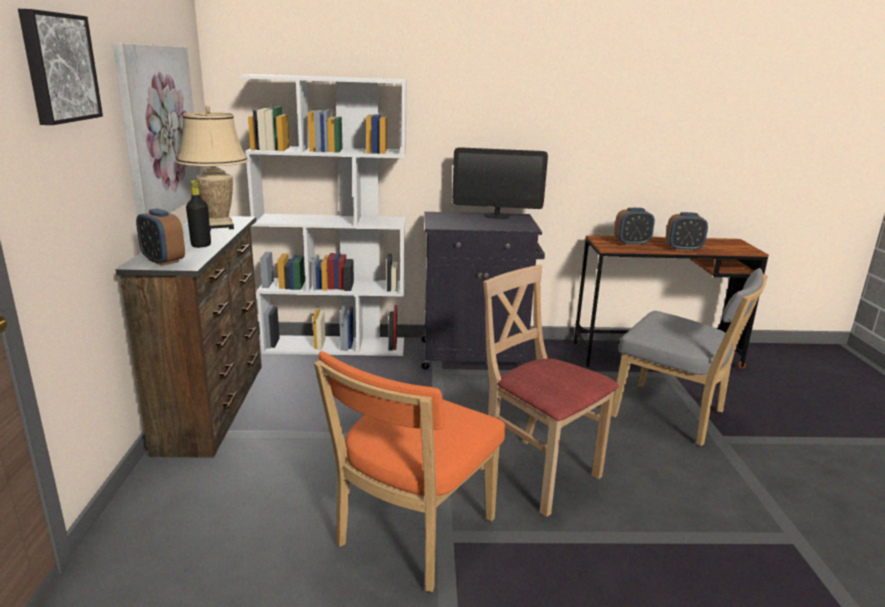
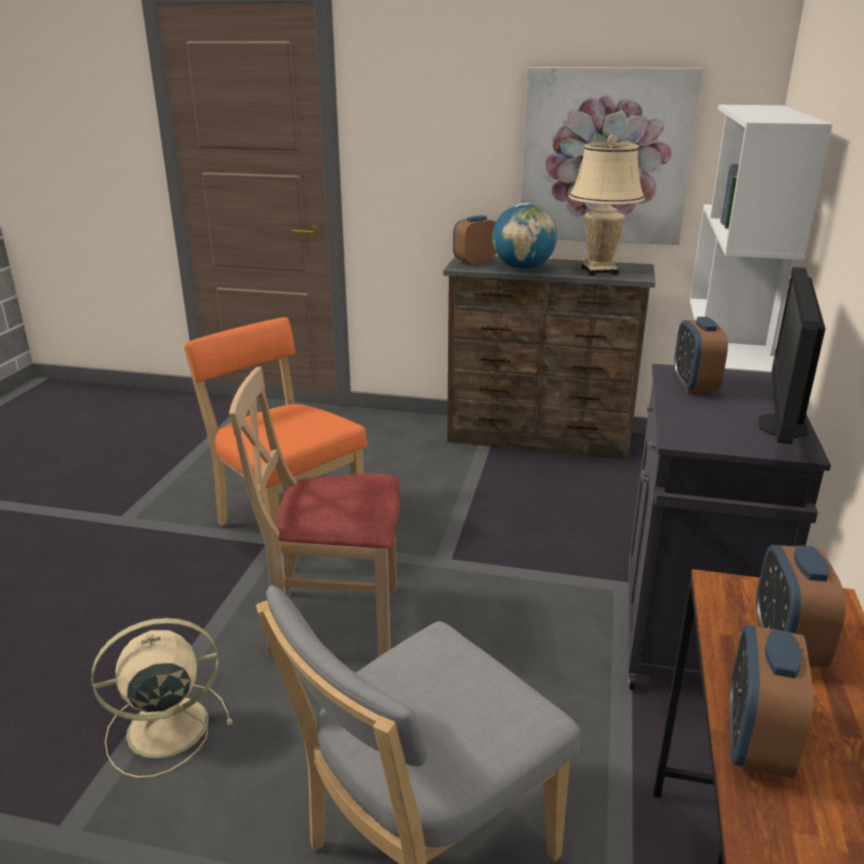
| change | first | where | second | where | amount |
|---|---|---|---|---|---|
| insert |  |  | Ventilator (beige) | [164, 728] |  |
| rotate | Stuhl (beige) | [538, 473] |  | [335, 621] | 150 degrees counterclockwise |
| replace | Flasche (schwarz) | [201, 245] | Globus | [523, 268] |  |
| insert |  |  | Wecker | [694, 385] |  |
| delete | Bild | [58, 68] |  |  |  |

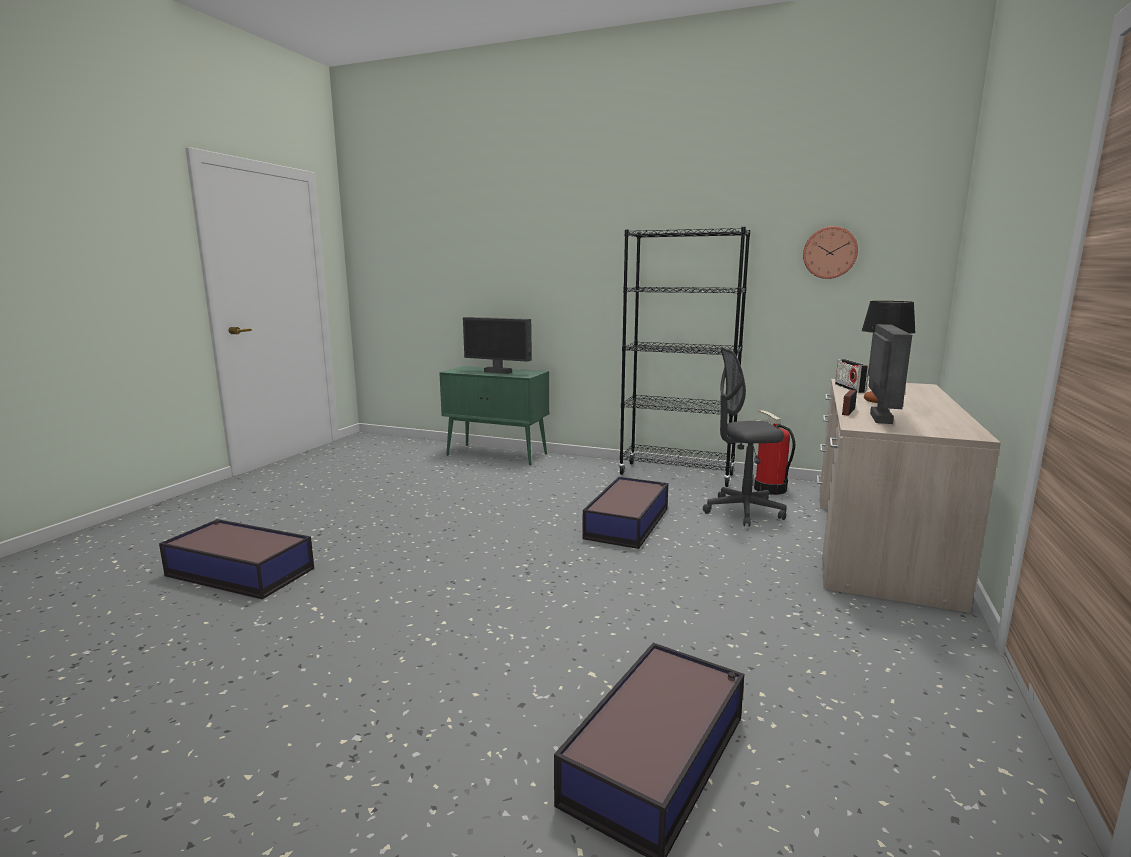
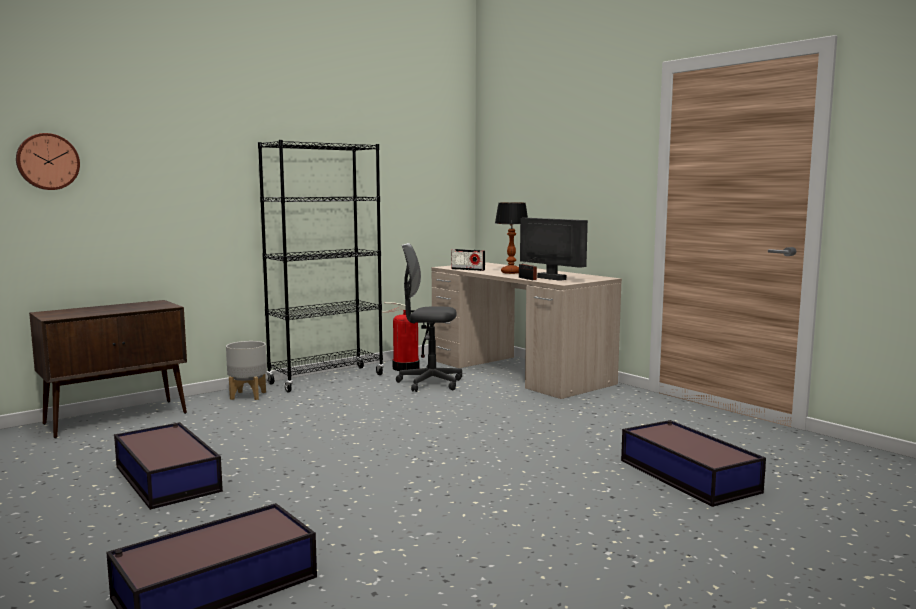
| change | first | where | second | where | amount |
|---|---|---|---|---|---|
| move | Wanduhr | [830, 253] |  | [47, 161] |  |
| recolor | Schrank (grün) | [497, 455] | Schrank (braun) | [118, 418] |  |
| move | Aufbewahrungsbox | [628, 522] |  | [167, 478] |  |
| insert |  |  | Pflanzkübel (grau) | [248, 395] |  |
| rotate | Bürostuhl (grau) | [743, 511] |  | [430, 383] | 75 degrees clockwise |
| delete | Monitor | [498, 372] |  |  |  |

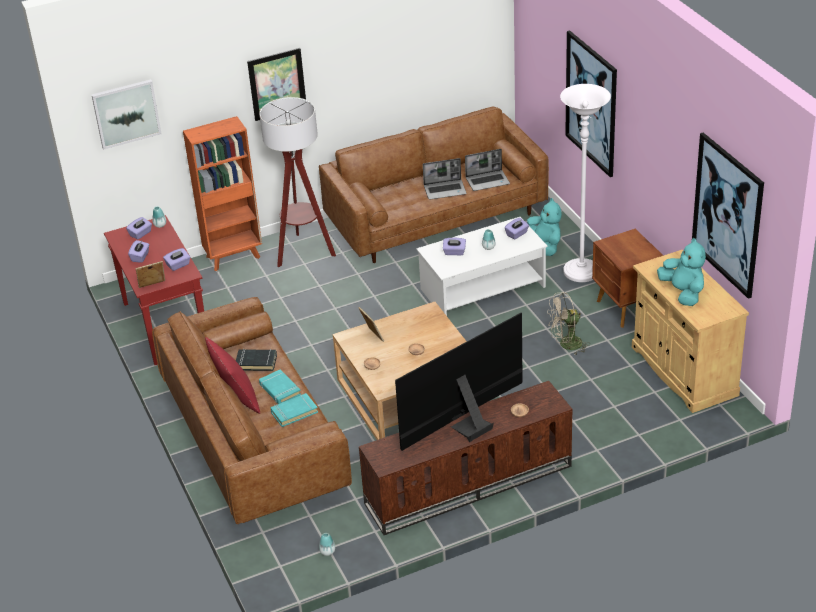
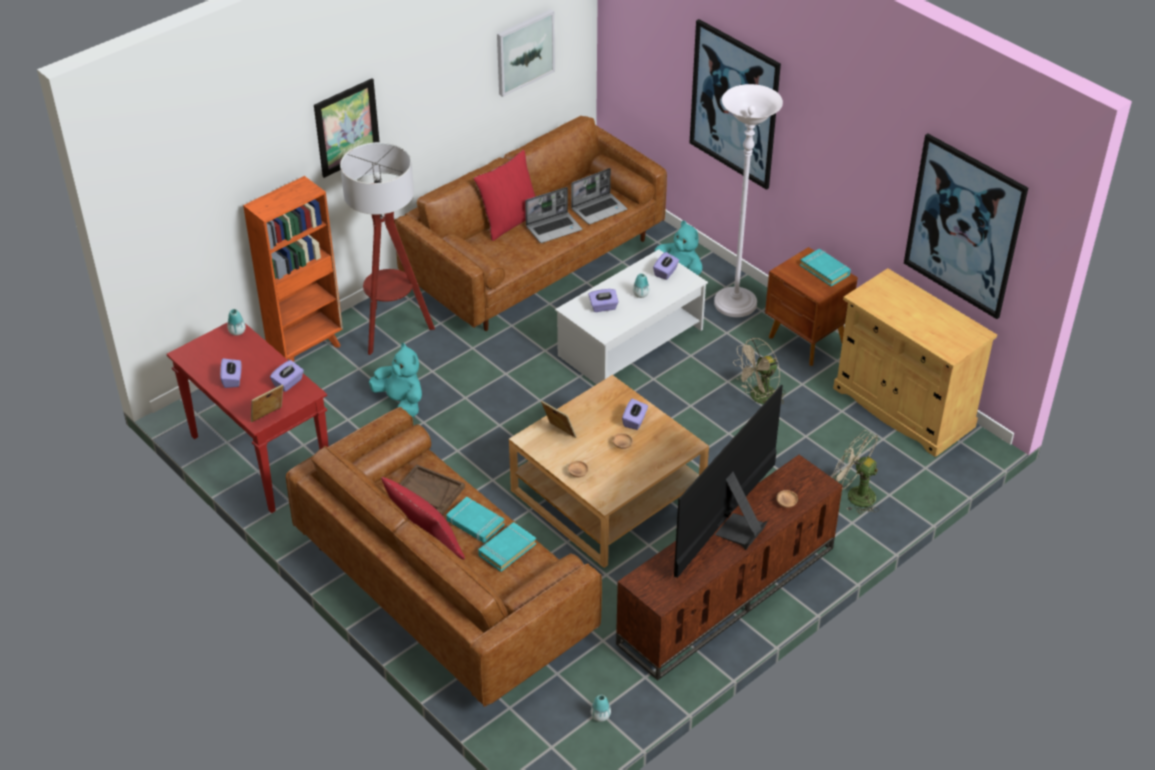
| change | first | where | second | where | amount |
|---|---|---|---|---|---|
| move | Plüschtier (türkis) | [683, 293] |  | [401, 402] |  |
| replace | Buch (schwarz) | [256, 362] | Tablett (braun) | [428, 492] |  |
| insert |  |  | Kissen (rot) | [509, 221] |  |
| move | Bild | [126, 113] |  | [524, 52] |  |
| move | Taschentuchbox (lila) | [140, 234] |  | [635, 421] |  |
| insert |  |  | Buch (türkis) | [825, 270] |  |
| insert |  |  | Ventilator (beige) | [854, 495] |  |

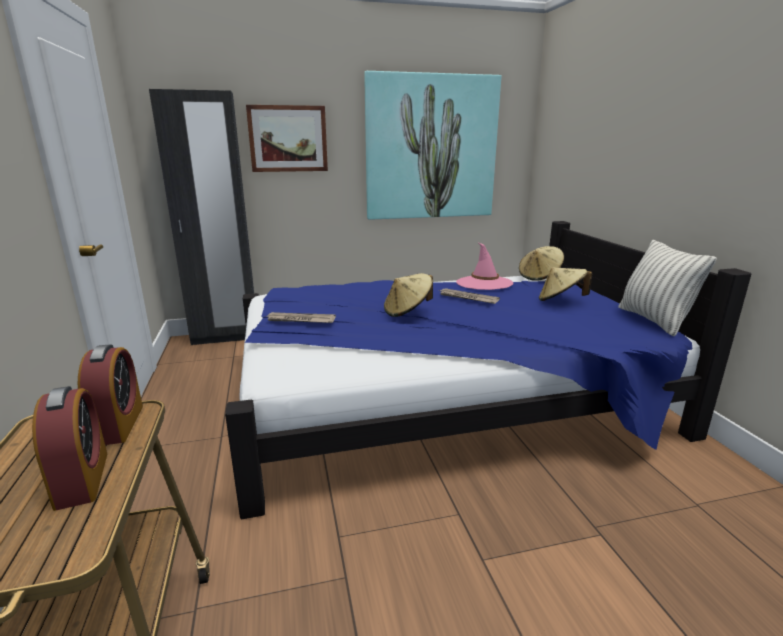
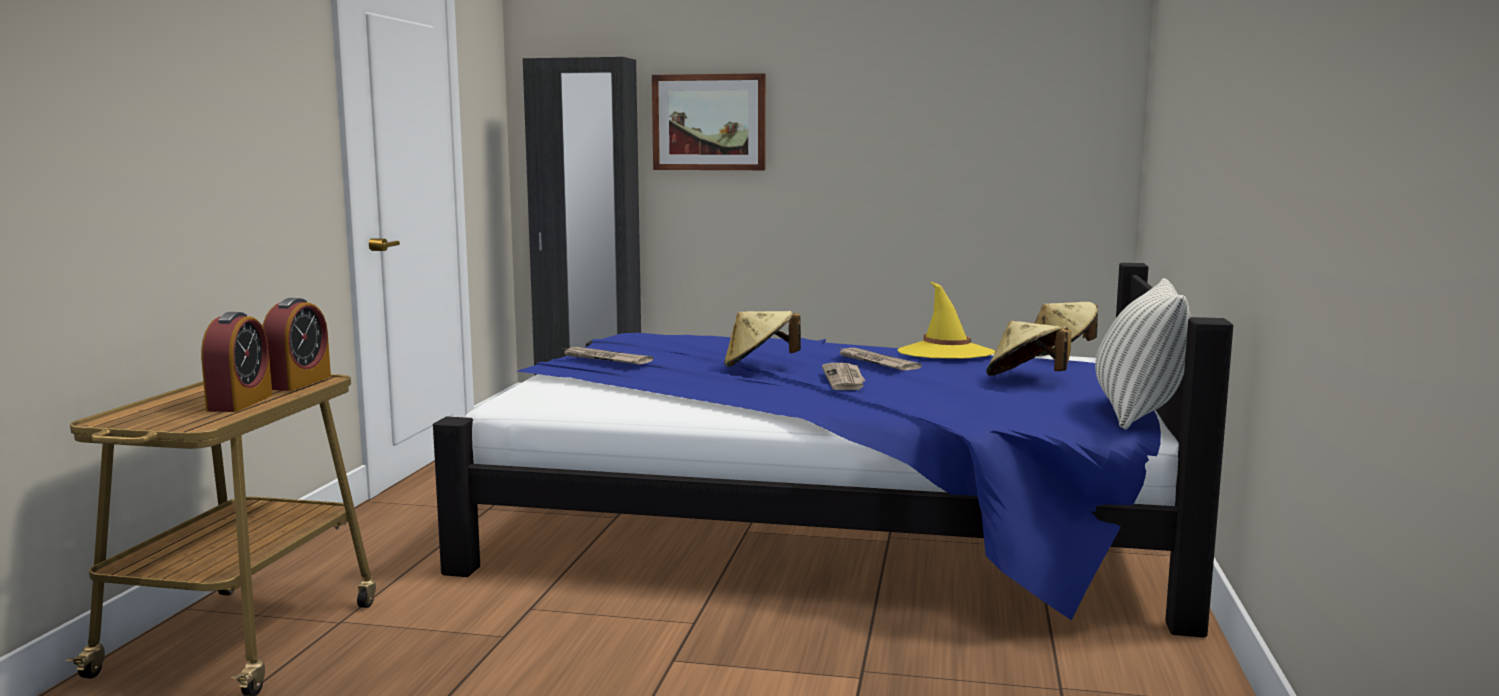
| change | first | where | second | where | amount |
|---|---|---|---|---|---|
| insert |  |  | Zeitung | [845, 379] |  |
| recolor | Hut (rosa) | [484, 283] | Hut (gelb) | [945, 353] |  |
| delete | Bild | [430, 148] |  |  |  |

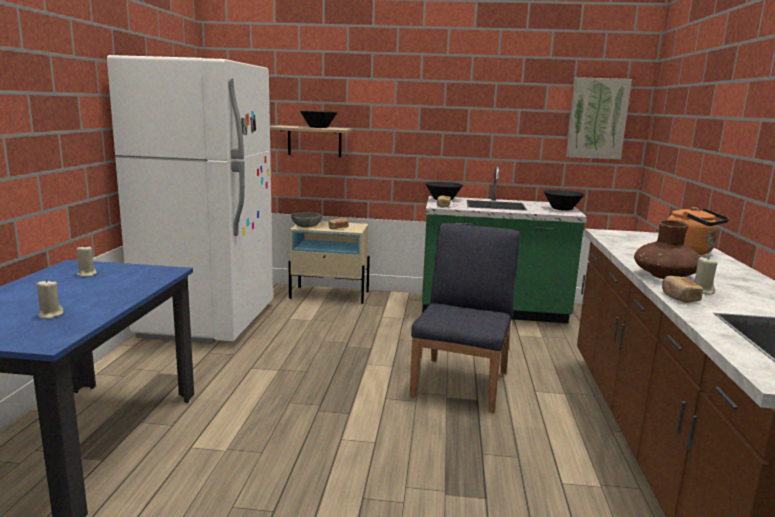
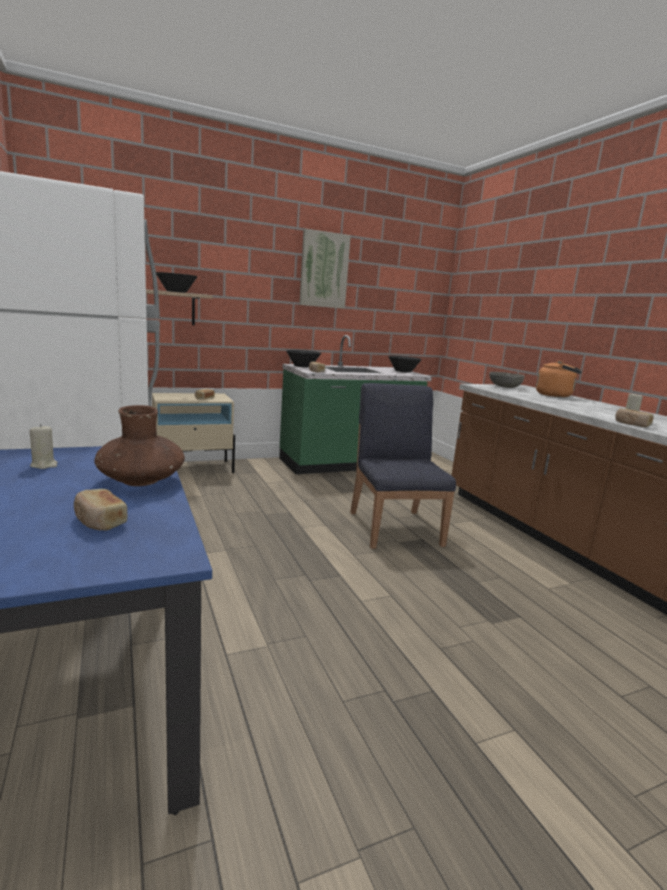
| change | first | where | second | where | amount |
|---|---|---|---|---|---|
| replace | Kerze (beige) | [50, 315] | Brot | [99, 521] |  |
| move | Vase (braun) | [665, 276] |  | [141, 481] |  |
| move | Bild | [597, 118] |  | [324, 270] |  |
| move | Schüssel (grau) | [306, 226] |  | [504, 386] |  |

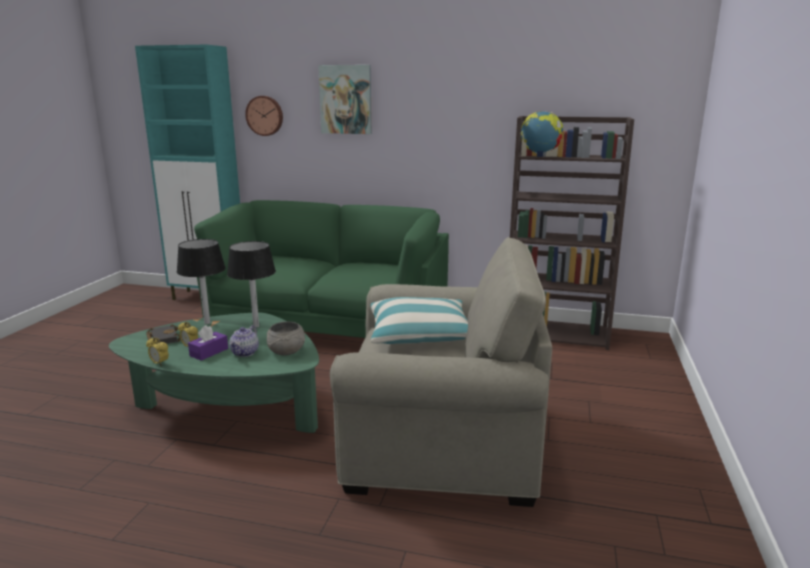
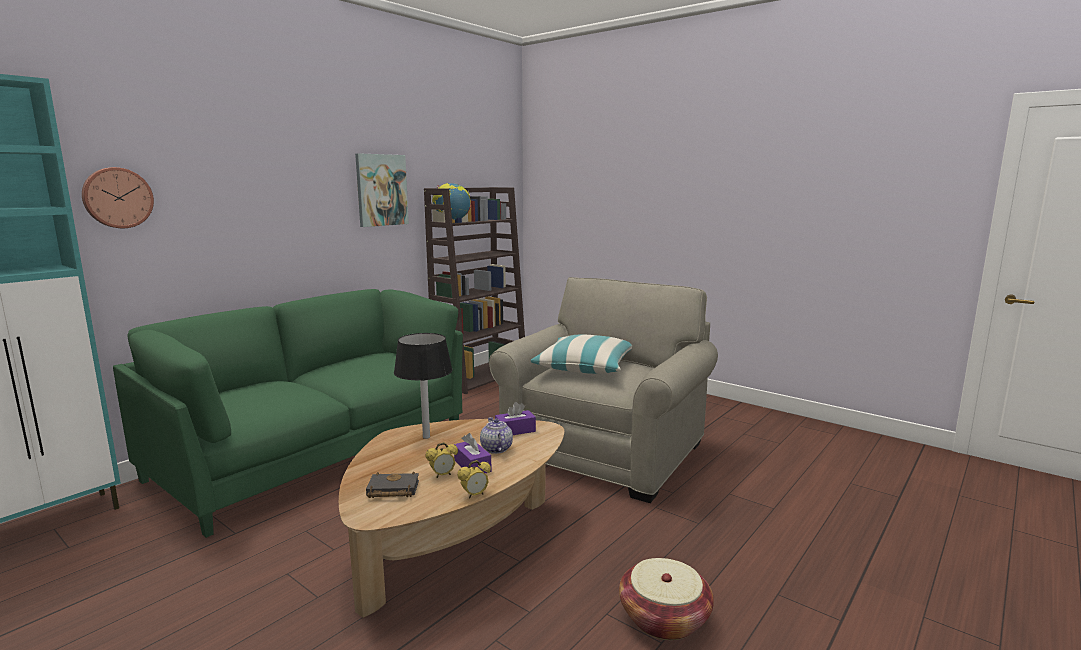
| change | first | where | second | where | amount |
|---|---|---|---|---|---|
| recolor | Couchtisch (grün) | [230, 411] | Couchtisch (braun) | [454, 543] |  |
| move | Bild | [346, 99] |  | [381, 190] |  |
| rotate | Teekanne | [245, 353] |  | [496, 449] | 150 degrees counterclockwise |
| replace | Schüssel (grau) | [287, 352] | Taschentuchbox (lila) | [515, 430] |  |
| insert |  |  | Korb | [664, 618] |  |
| delete | Tischlampe (schwarz) | [207, 323] |  |  |  |

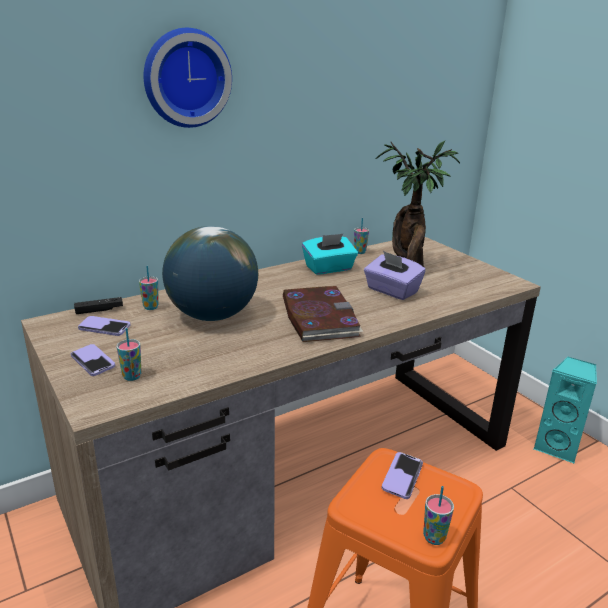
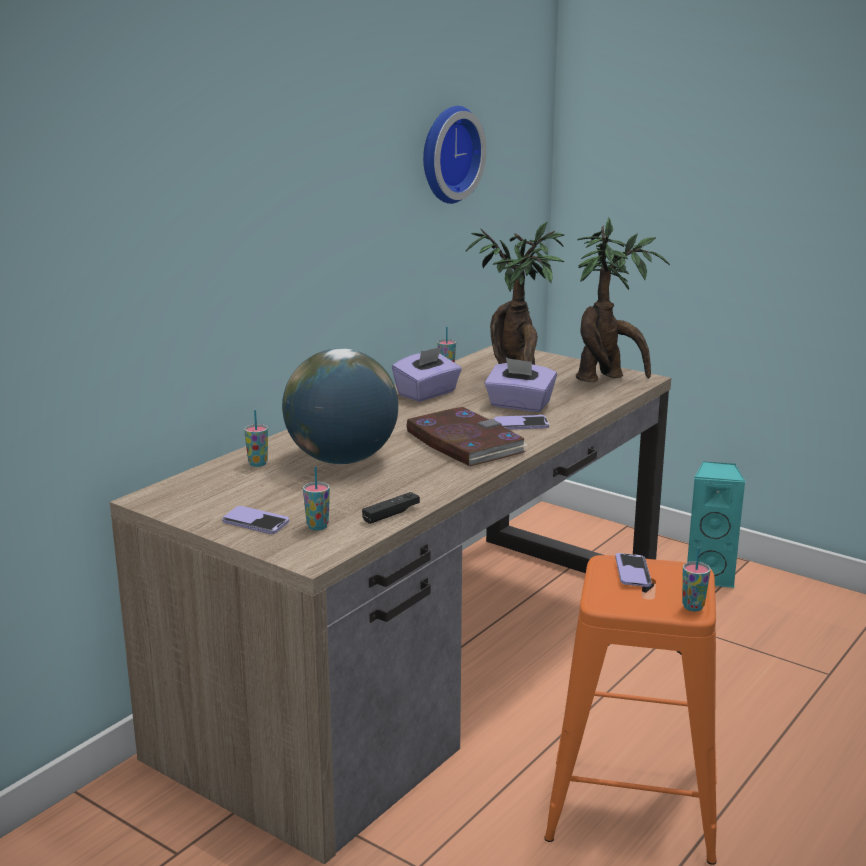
| change | first | where | second | where | amount |
|---|---|---|---|---|---|
| move | Gamepad (schwarz) | [99, 310] |  | [391, 514] |  |
| recolor | Taschentuchbox (türkis) | [329, 269] | Taschentuchbox (lila) | [427, 394] |  |
| move | Wanduhr | [185, 78] |  | [447, 154] |  |
| move | Handy | [104, 327] |  | [521, 424] |  |
| insert |  |  | Topfpflanze | [607, 379] |  |

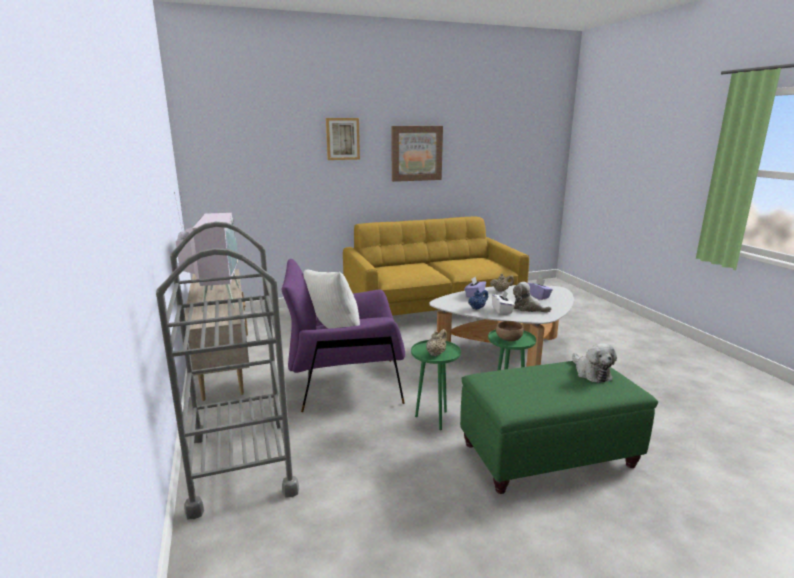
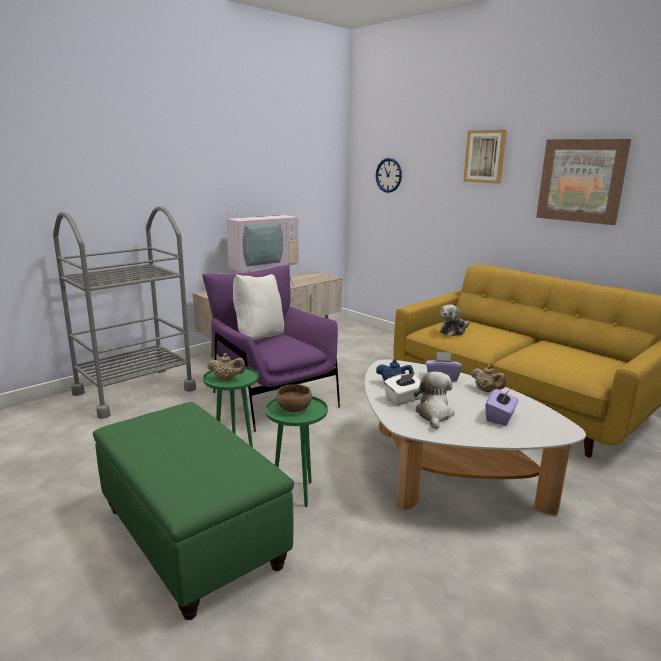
| change | first | where | second | where | amount |
|---|---|---|---|---|---|
| insert |  |  | Wanduhr | [388, 175] |  |
| move | Plüschtier | [591, 373] |  | [453, 331] |  |

